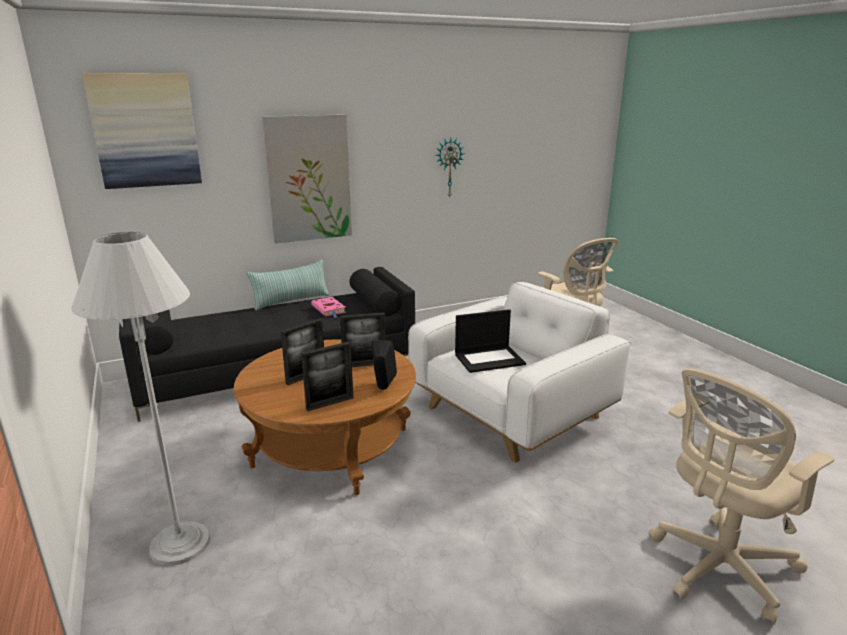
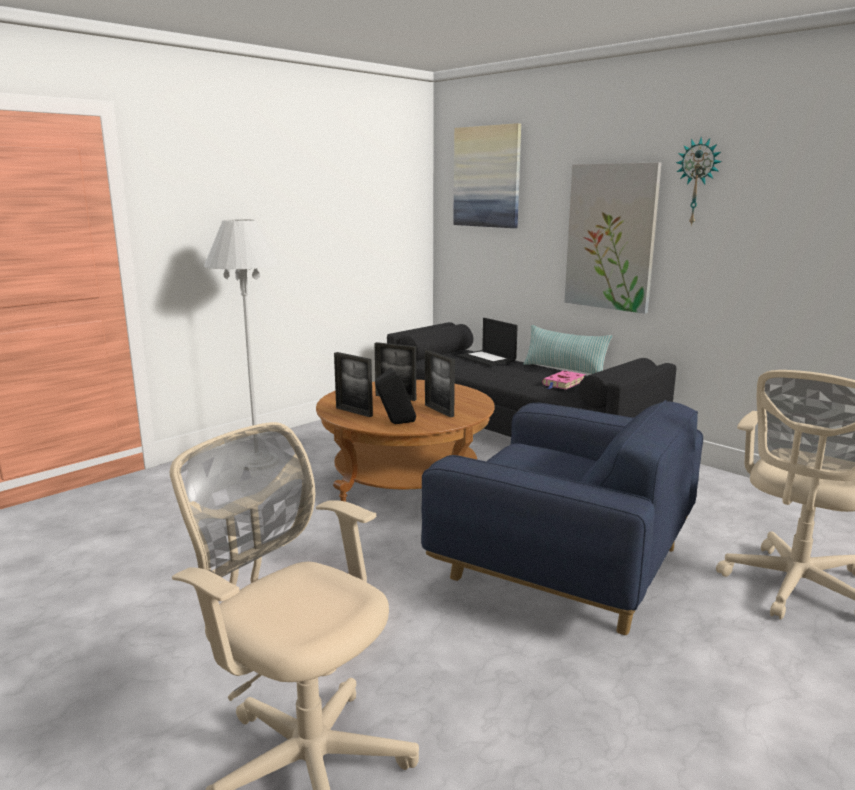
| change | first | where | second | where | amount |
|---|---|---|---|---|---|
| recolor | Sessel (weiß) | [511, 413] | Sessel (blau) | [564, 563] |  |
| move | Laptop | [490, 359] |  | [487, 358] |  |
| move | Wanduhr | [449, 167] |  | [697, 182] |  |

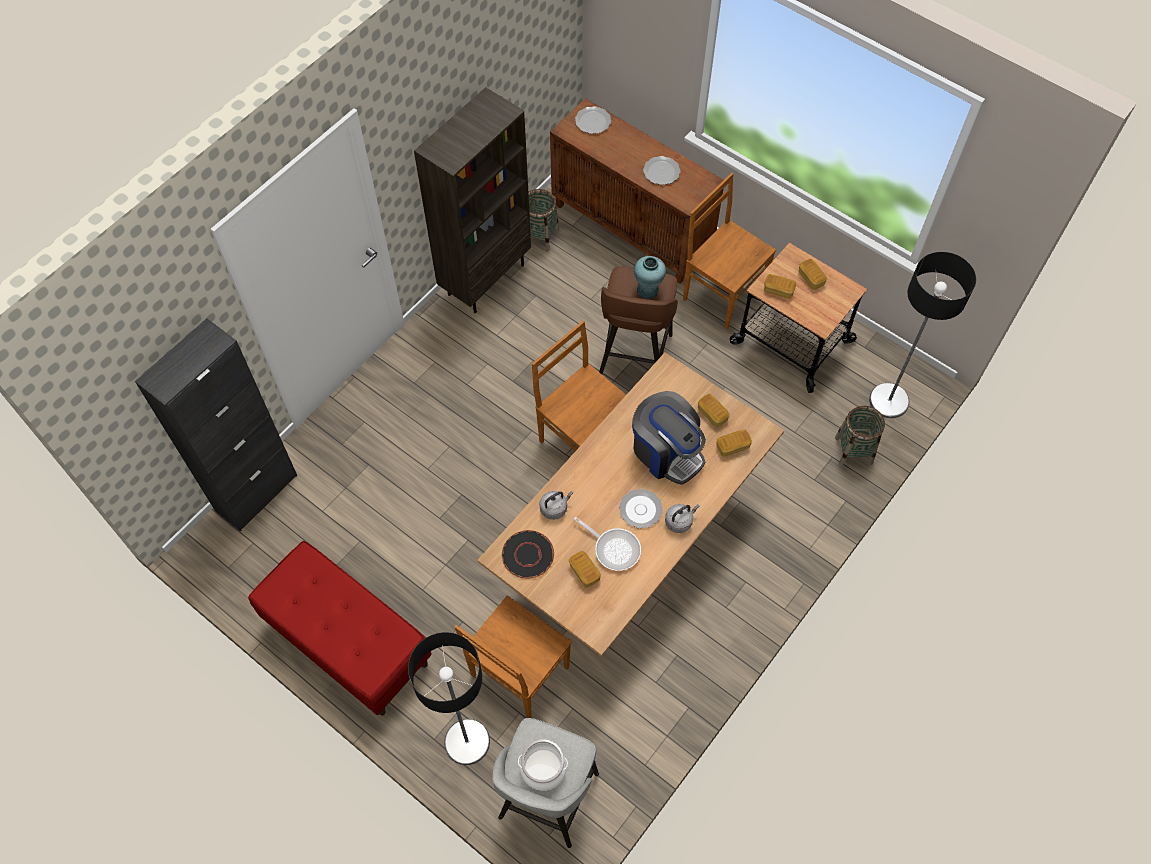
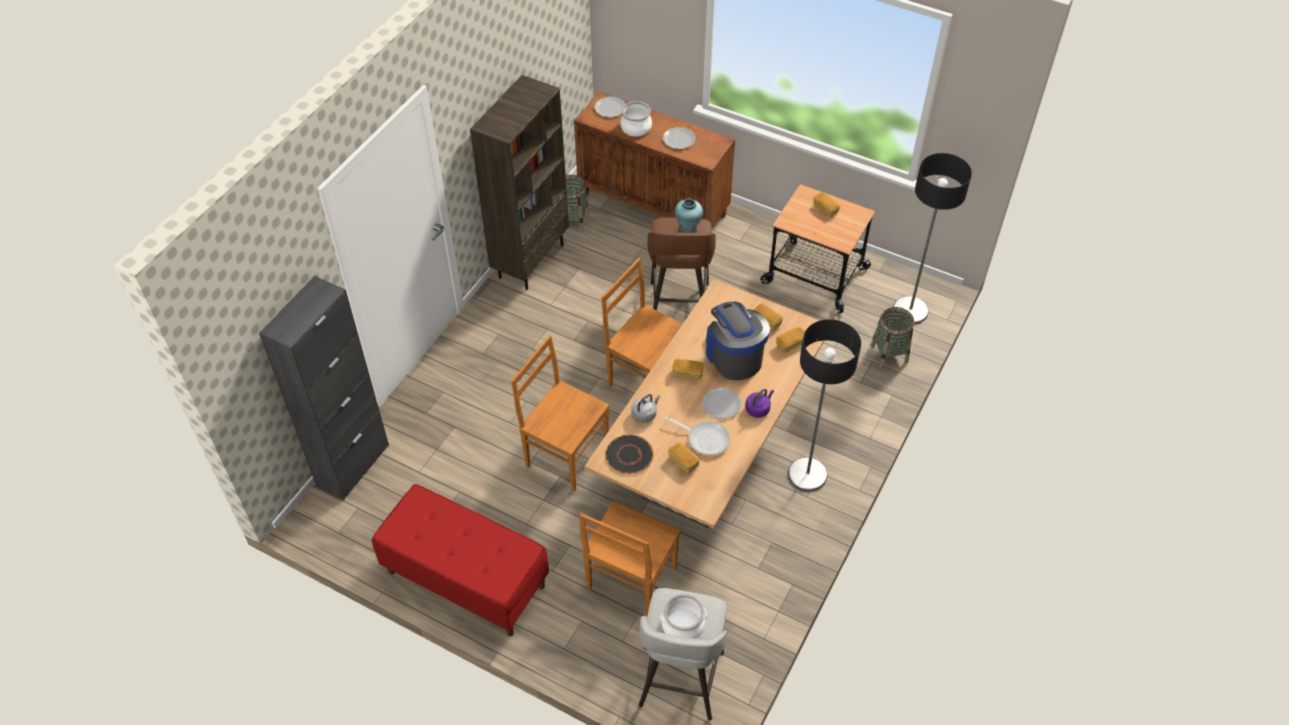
| change | first | where | second | where | amount |
|---|---|---|---|---|---|
| move | Stuhl (braun) | [721, 293] |  | [565, 455] |  |
| insert |  |  | Kochtopf | [636, 128] |  |
| move | Brot | [778, 290] |  | [687, 373] |  |
| rotate | Kaffeemaschine | [666, 452] |  | [733, 356] | 150 degrees counterclockwise |
| recolor | Wasserkessel (grau) | [680, 521] | Wasserkessel (lila) | [758, 409] |  |
| move | Stehlampe | [466, 742] |  | [807, 475] |  |

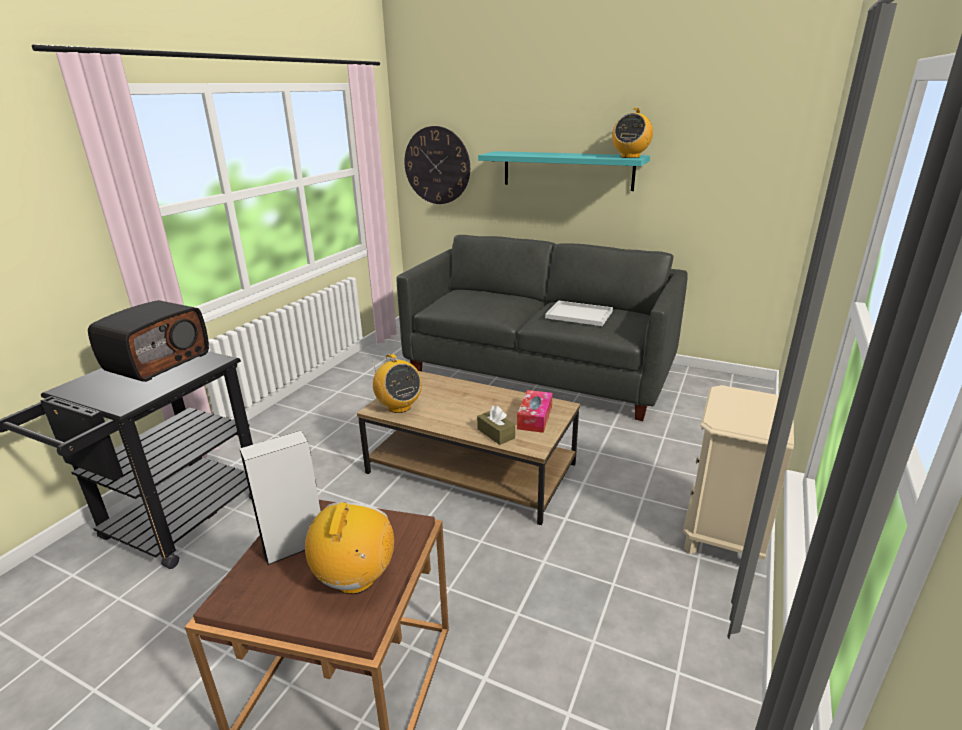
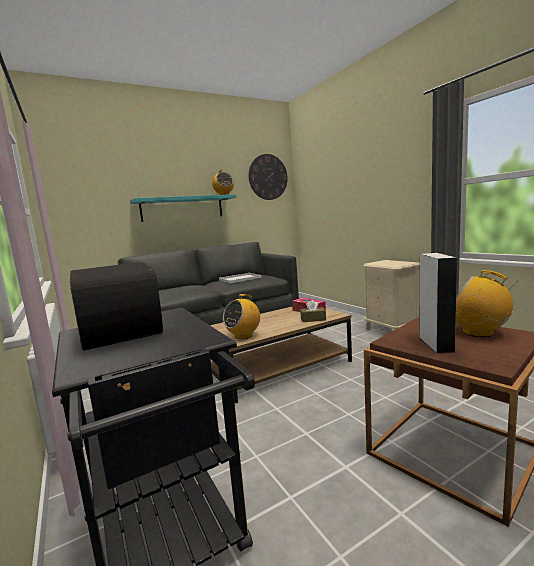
| change | first | where | second | where | amount |
|---|---|---|---|---|---|
| rotate | Radio | [399, 407] |  | [243, 336] | 135 degrees clockwise |
| move | Wanduhr | [437, 165] |  | [268, 177] |  |

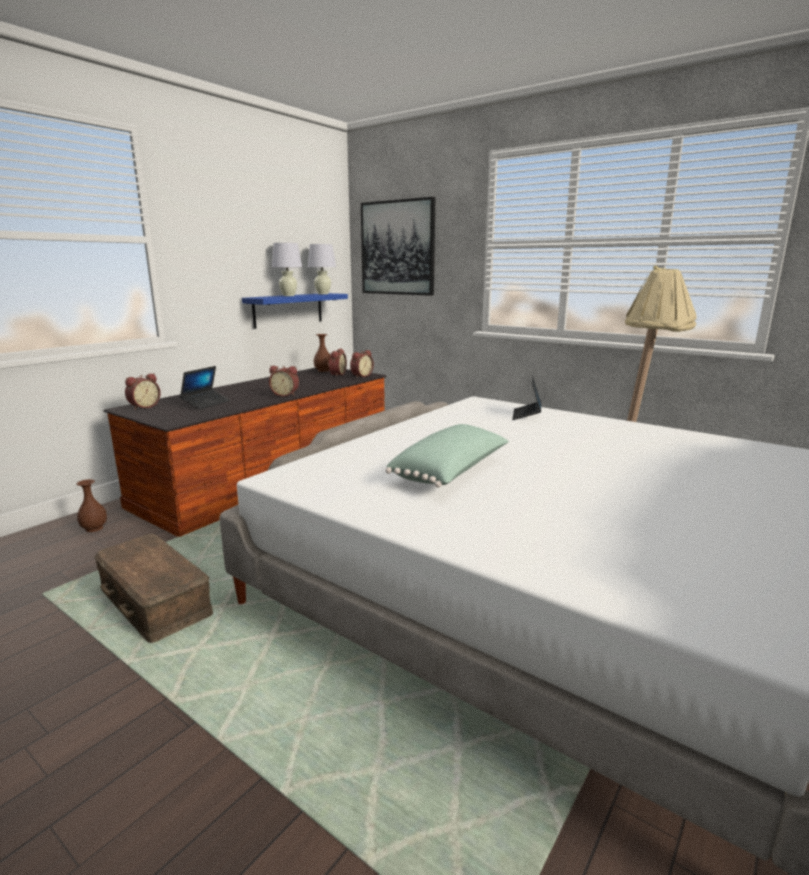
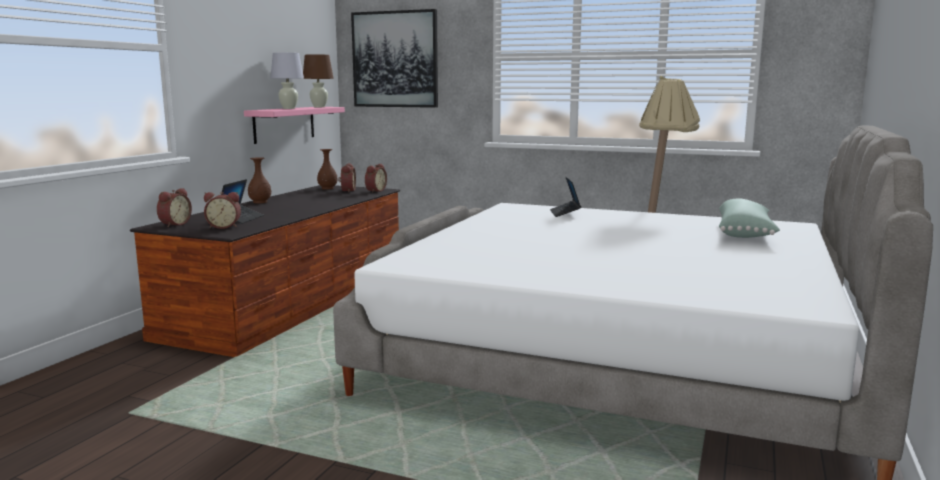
| change | first | where | second | where | amount |
|---|---|---|---|---|---|
| move | Wecker | [285, 394] |  | [224, 227] |  |
| recolor | Wandregal (blau) | [288, 310] | Wandregal (rosa) | [284, 124] |  |
| move | Vase (braun) | [94, 528] |  | [260, 202] |  |
| recolor | Tischlampe (weiß) | [323, 294] | Tischlampe (braun) | [319, 107] |  |
| move | Kissen (grün) | [452, 472] |  | [745, 233] |  |
| delete | Aufbewahrungsbox (braun) | [157, 601] |  |  |  |

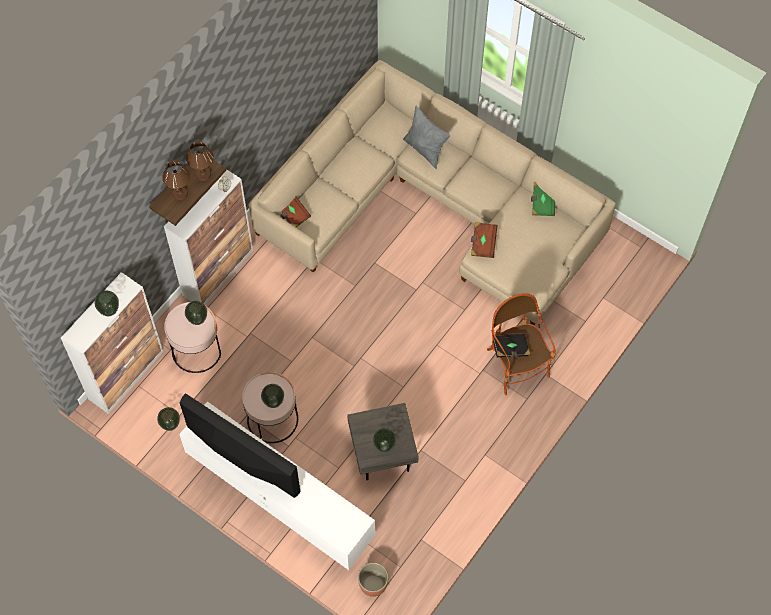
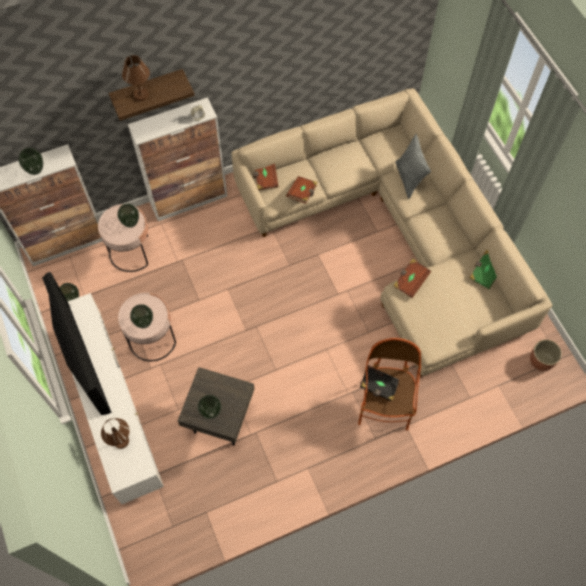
| change | first | where | second | where | amount |
|---|---|---|---|---|---|
| move | Tischlampe (braun) | [203, 174] |  | [121, 440] |  |
| insert |  |  | Buch (braun) | [302, 193] |  |
| move | Pflanzkübel | [373, 584] |  | [541, 361] |  |

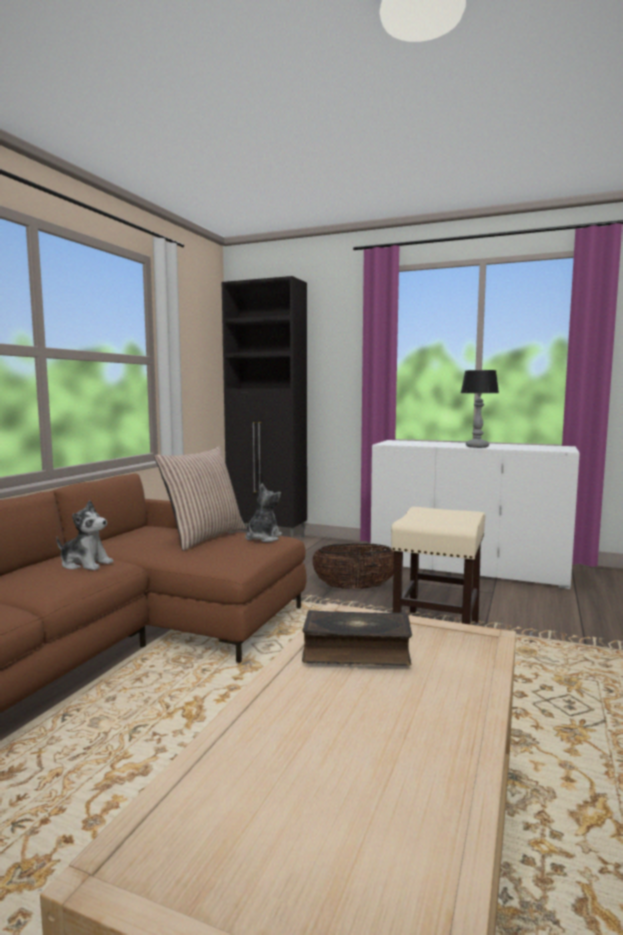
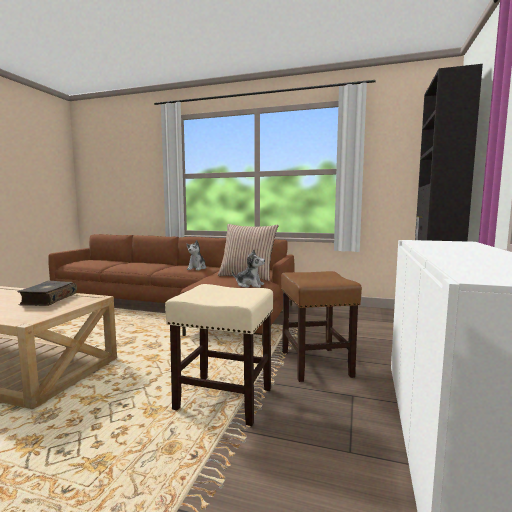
| change | first | where | second | where | amount |
|---|---|---|---|---|---|
| replace | Korb | [355, 588] | Hocker (braun) | [316, 364] |  |
| delete | Tischlampe | [477, 447] |  |  |  |

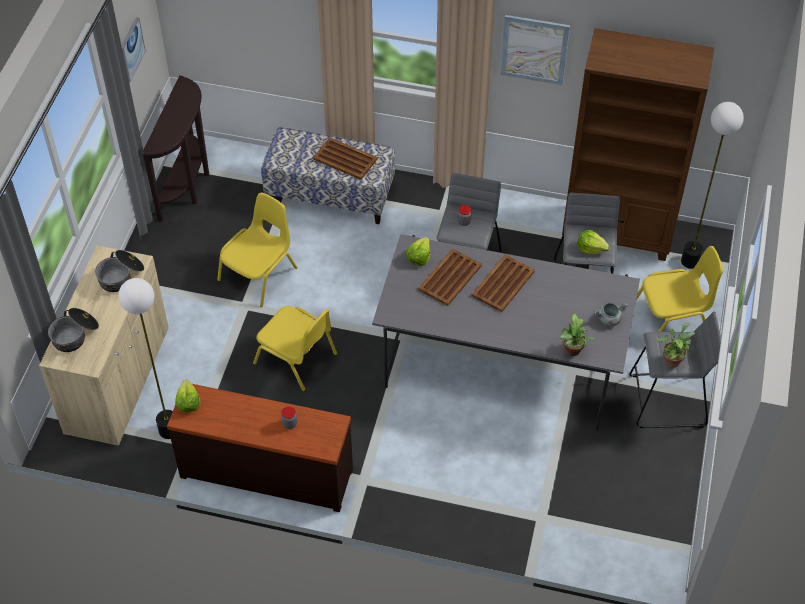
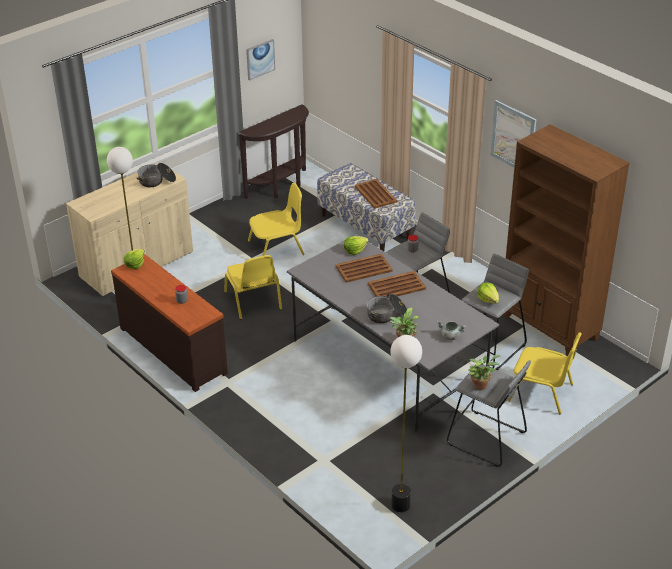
| change | first | where | second | where | amount |
|---|---|---|---|---|---|
| move | Kochtopf | [75, 335] |  | [387, 315] |  |
| move | Stehlampe | [690, 261] |  | [400, 505] |  |

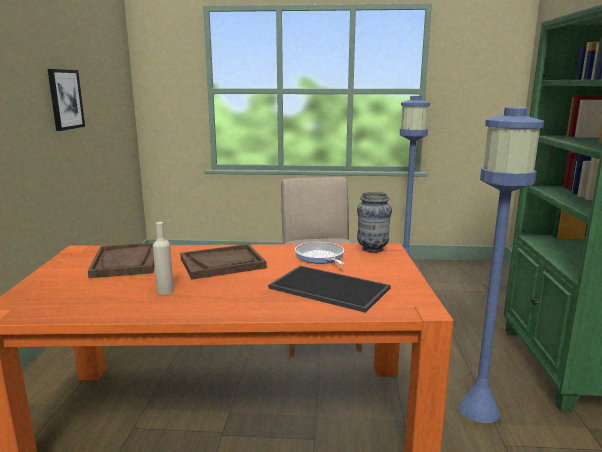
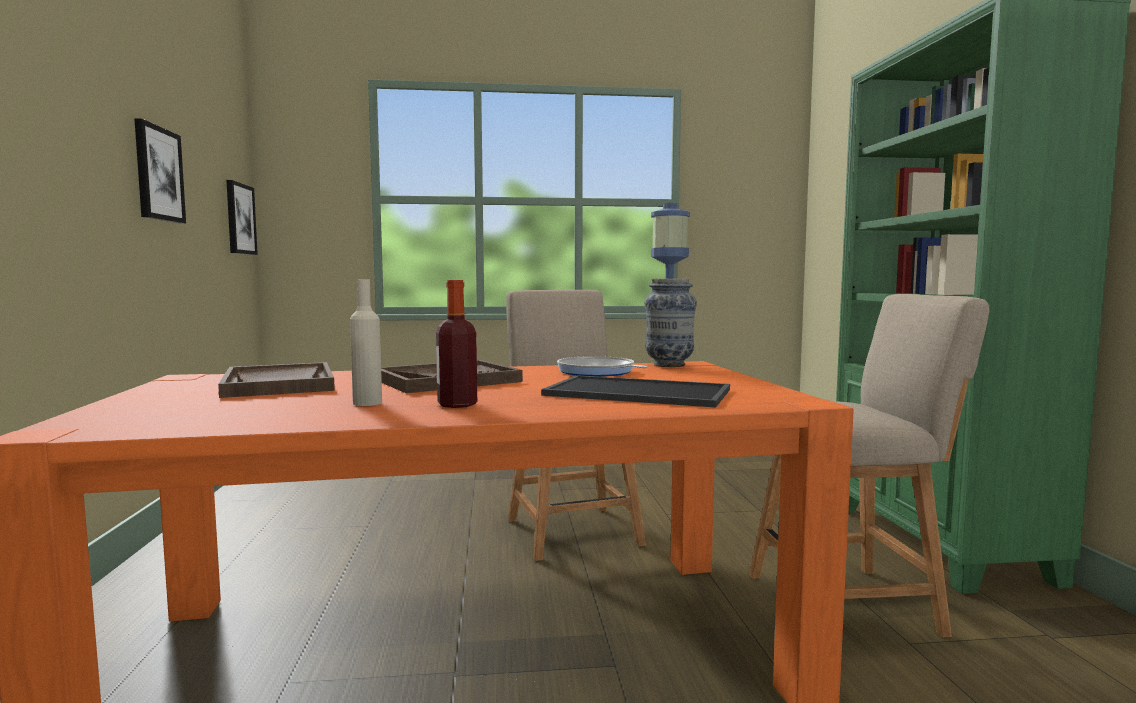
| change | first | where | second | where | amount |
|---|---|---|---|---|---|
| insert |  |  | Bild | [240, 219] |  |
| insert |  |  | Flasche | [457, 404] |  |
| replace | Stehlampe (blau) | [479, 410] | Stuhl (beige) | [850, 603] |  |

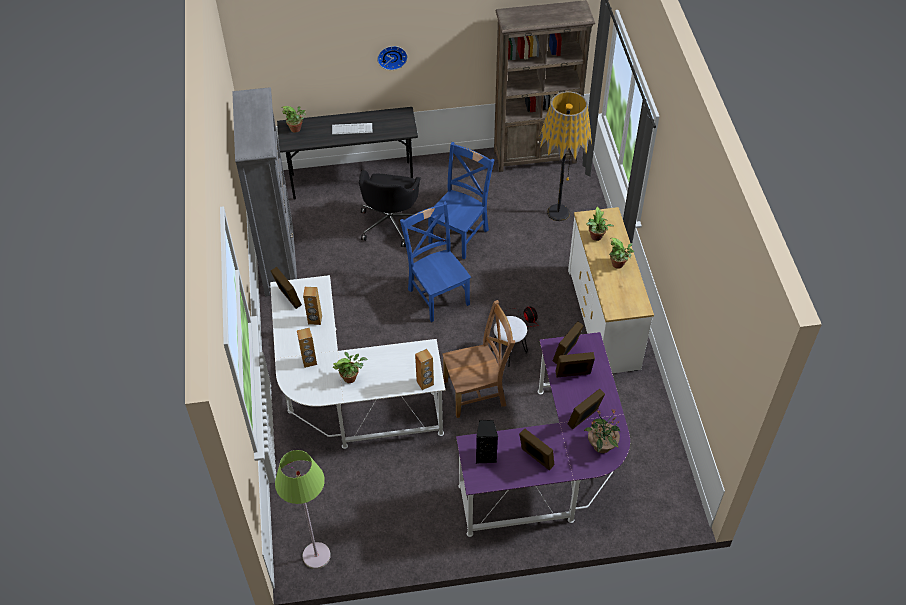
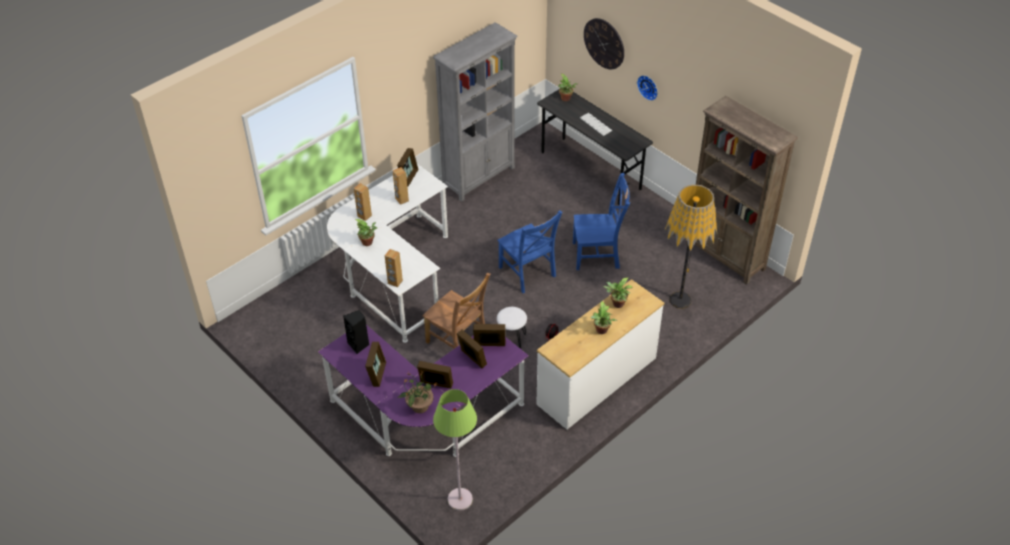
| change | first | where | second | where | amount |
|---|---|---|---|---|---|
| move | Stehlampe (grün) | [316, 556] |  | [460, 499] |  |
| rotate | Stuhl (blau) | [437, 294] |  | [528, 273] | 120 degrees clockwise |
| insert |  |  | Wanduhr | [604, 43] |  |
| delete | Bürostuhl (schwarz) | [391, 223] |  |  |  |

